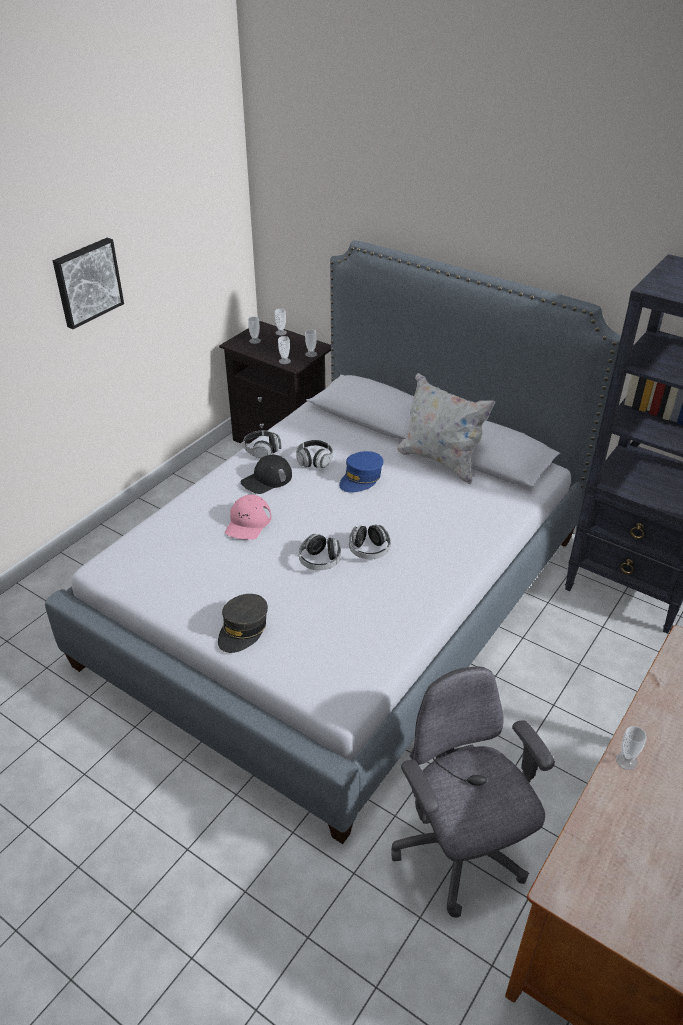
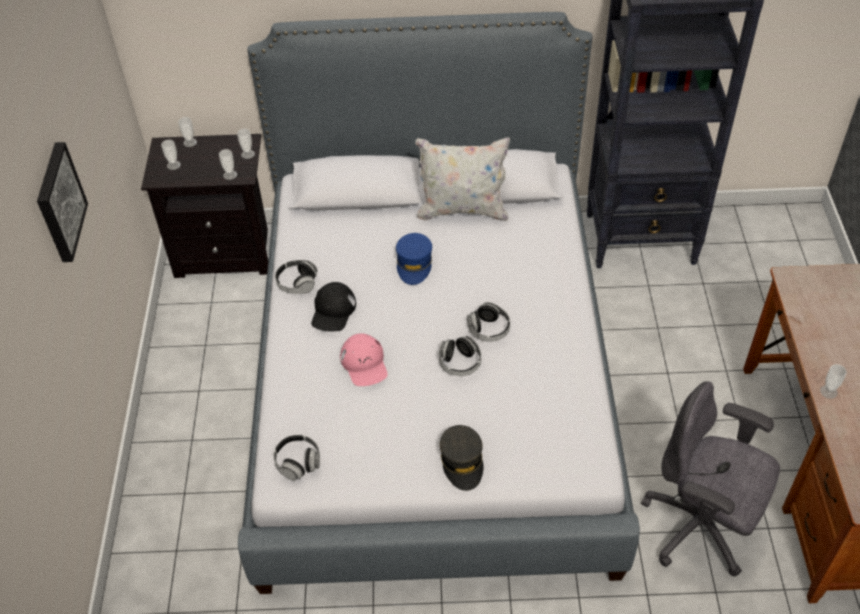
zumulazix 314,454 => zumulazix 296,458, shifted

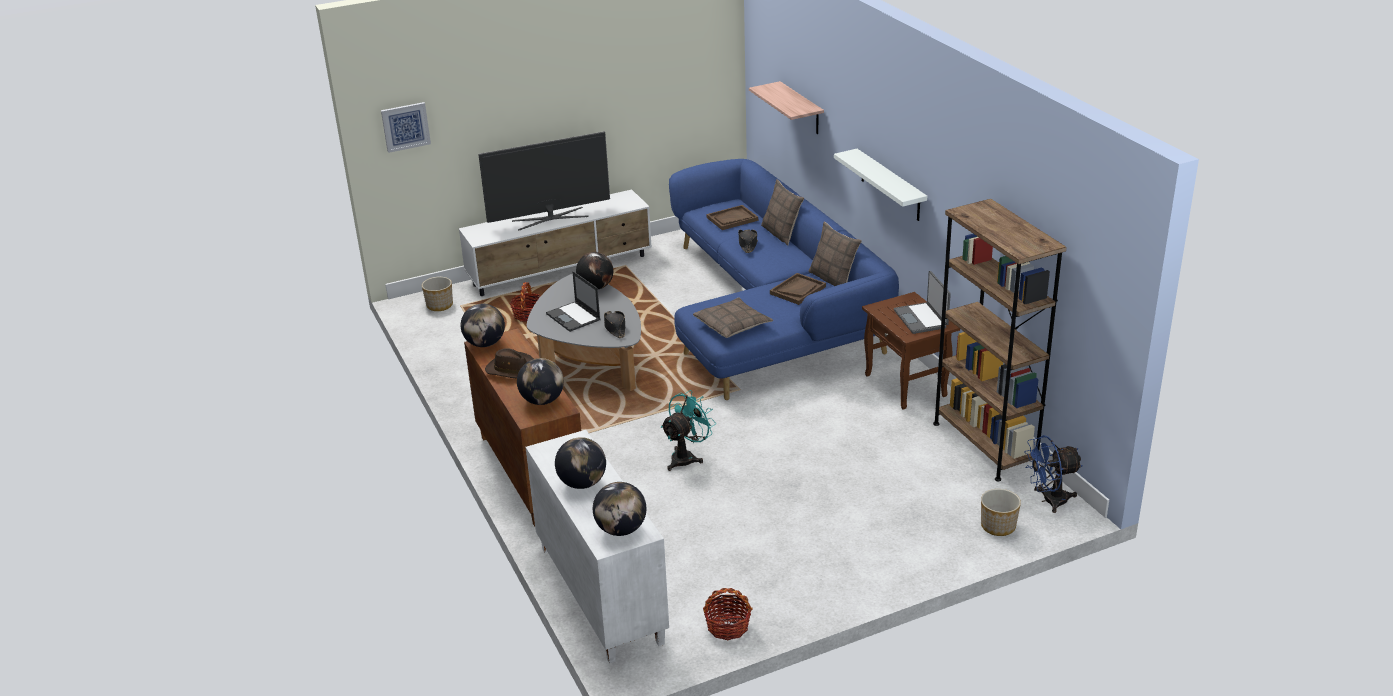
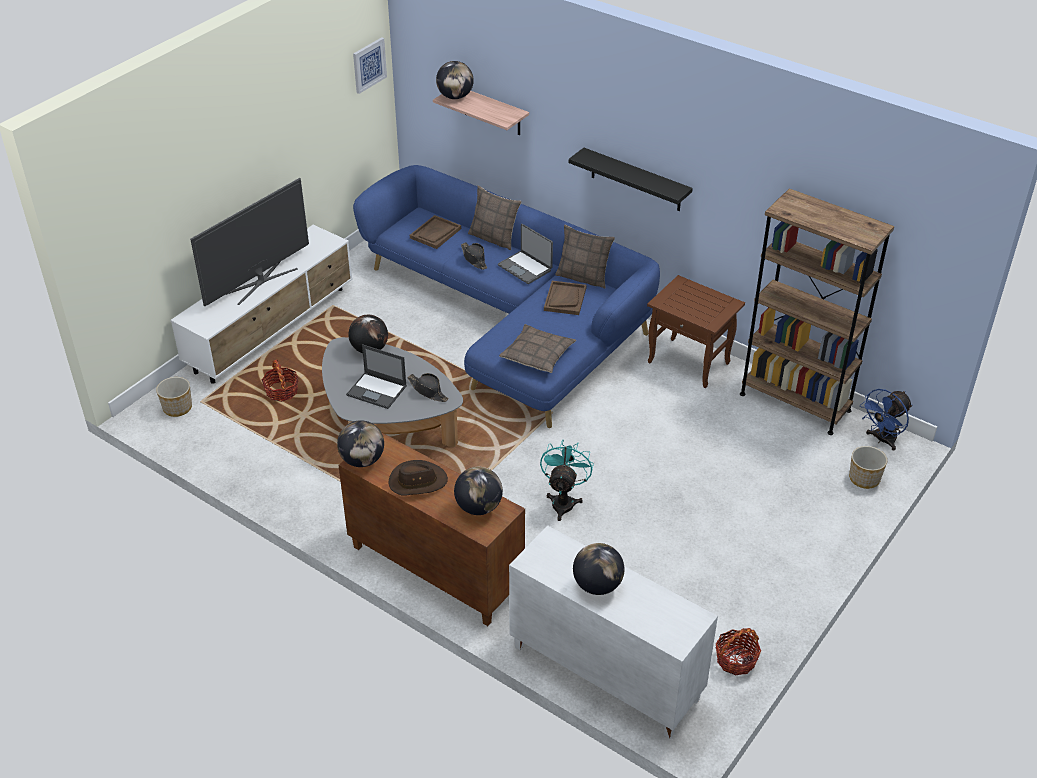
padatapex 406,127 => padatapex 370,65, shifted
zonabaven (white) 880,185 => zonabaven (black) 631,179
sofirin 922,302 => sofirin 525,254, shifted
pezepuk 619,509 => pezepuk 455,80, shifted

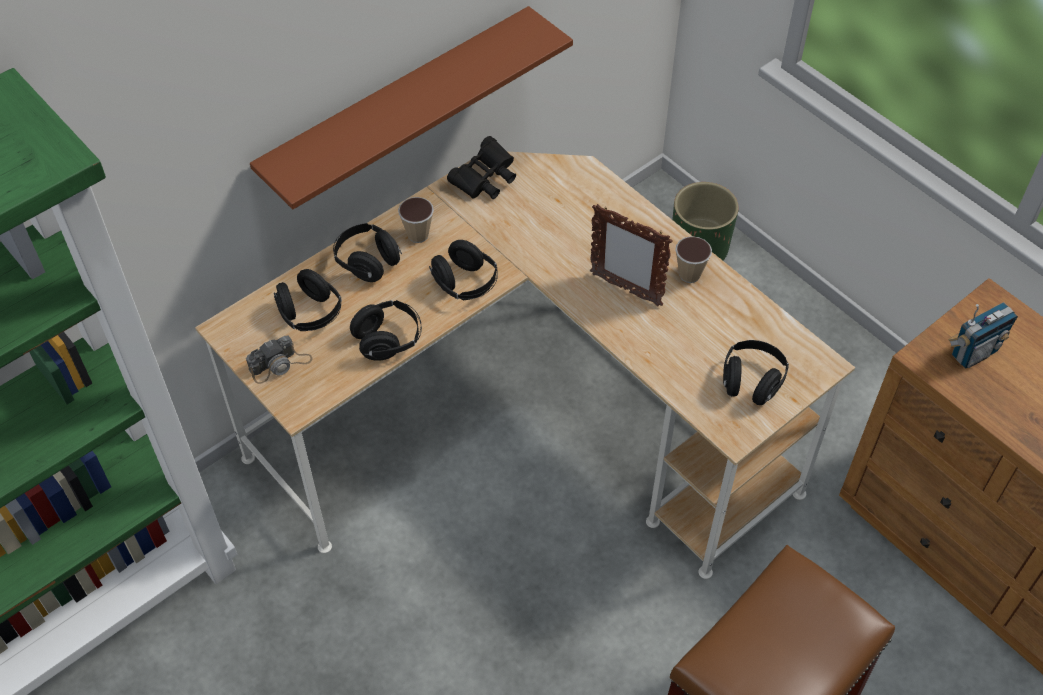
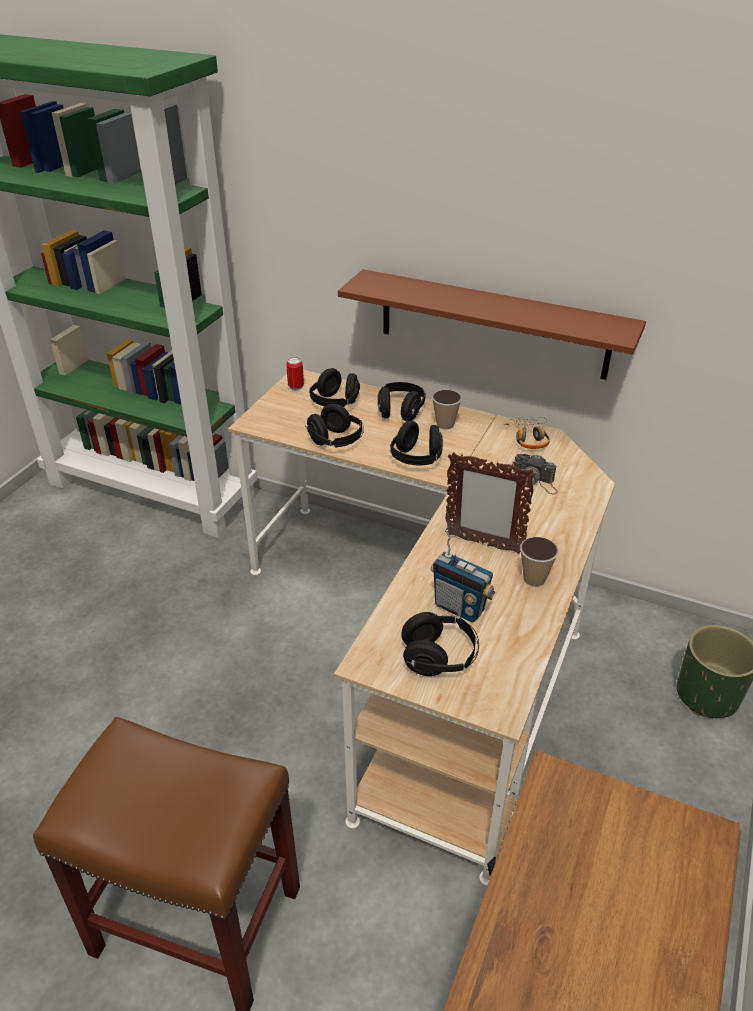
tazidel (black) 481,167 => zumulazix 526,432
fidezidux 631,255 => fidezidux 490,503, 75 degrees counterclockwise
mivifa 983,335 => mivifa 463,576, shifted
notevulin 279,360 => notevulin 534,474, shifted
nothing => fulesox 295,373

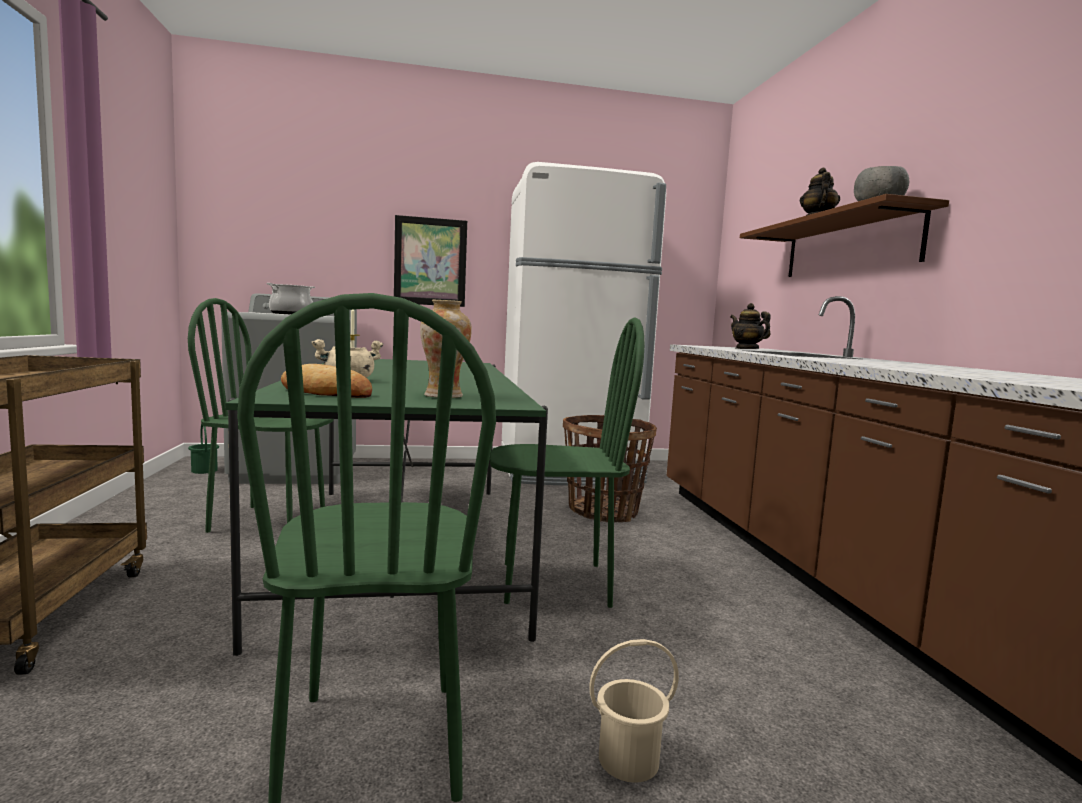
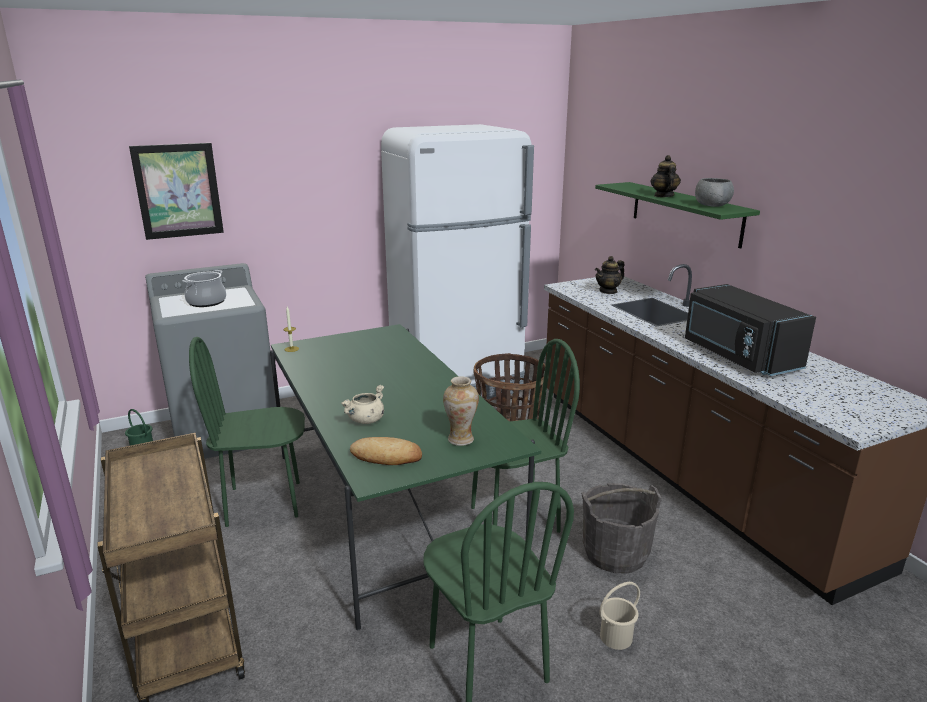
zonabaven (brown) 844,235 => zonabaven (green) 677,215
padatapex 430,261 => padatapex 176,191, shifted
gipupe 750,326 => gipupe 609,275, 75 degrees counterclockwise
nothing => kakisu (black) 750,330
nothing => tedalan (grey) 621,528

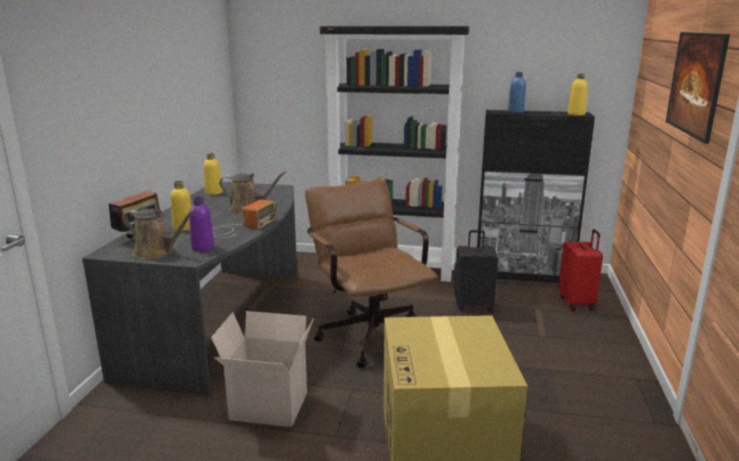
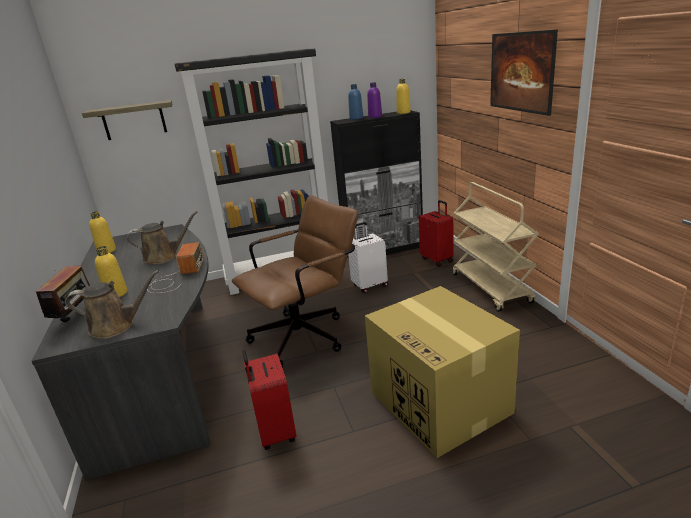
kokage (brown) 371,273 => kokage (brown) 295,281, 105 degrees clockwise
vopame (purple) 202,224 => vopame (purple) 374,100, shifted
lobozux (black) 476,271 => lobozux (white) 368,257
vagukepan 262,369 => lobozux (red) 269,400
nothing => zonabaven 127,120
nothing => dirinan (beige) 495,247

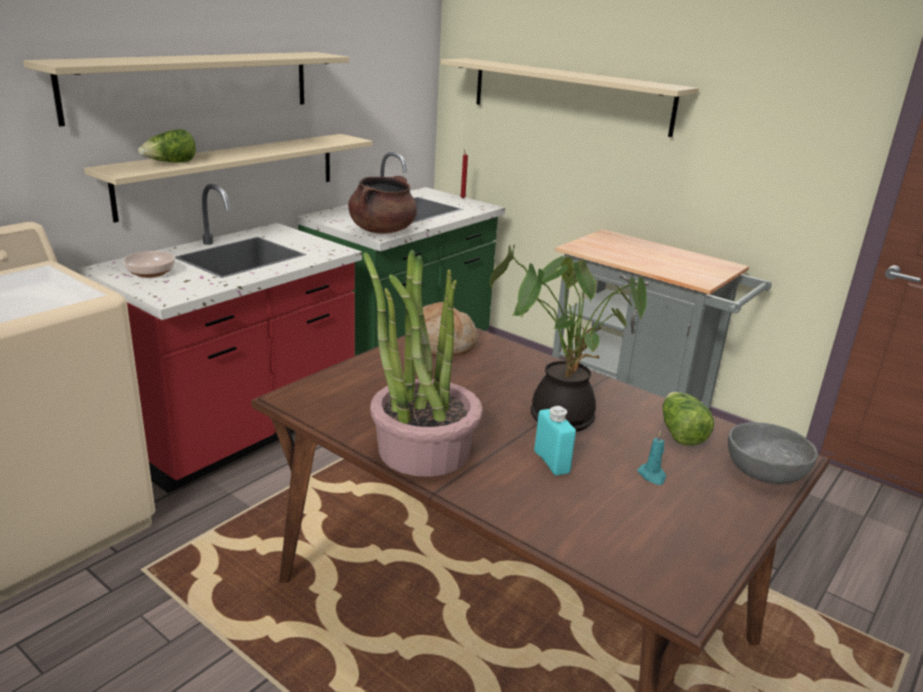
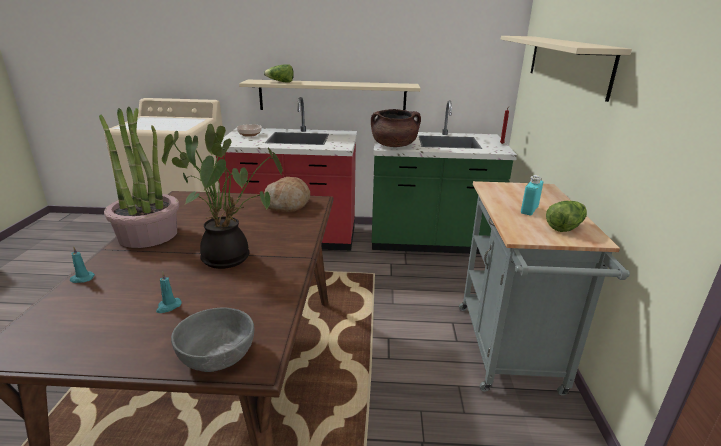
zonabaven (beige) 186,89 => nothing
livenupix 688,419 => livenupix 566,216, shifted
vopame (turquoise) 555,441 => vopame (turquoise) 532,195, shifted
nothing => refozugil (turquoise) 82,264

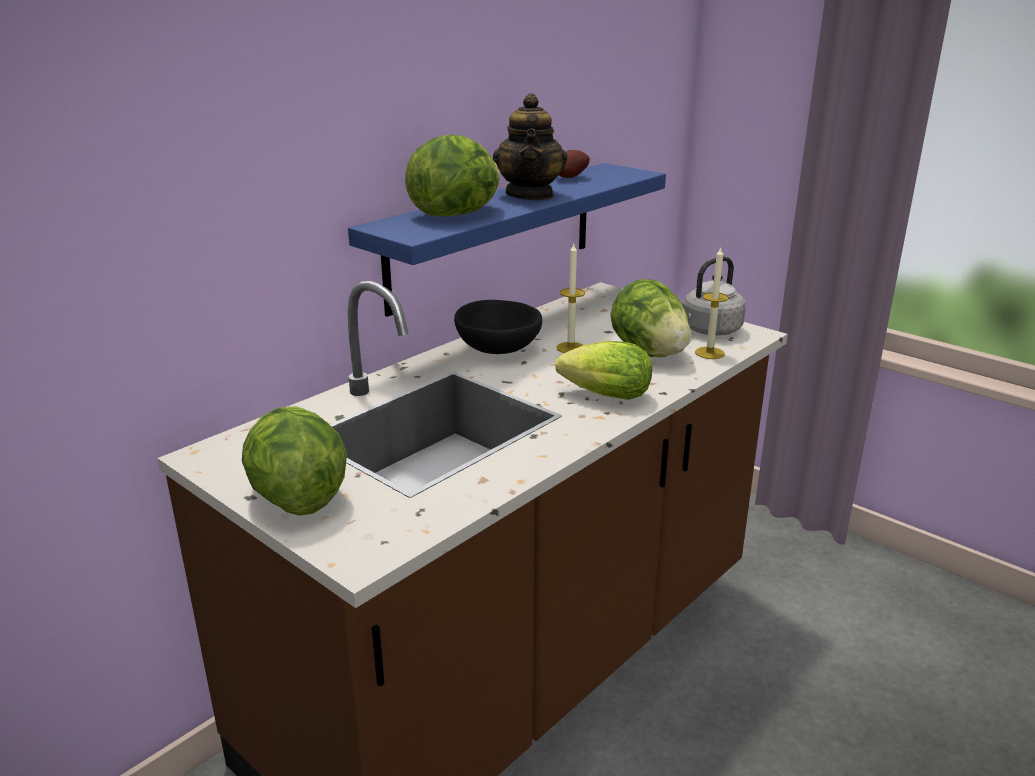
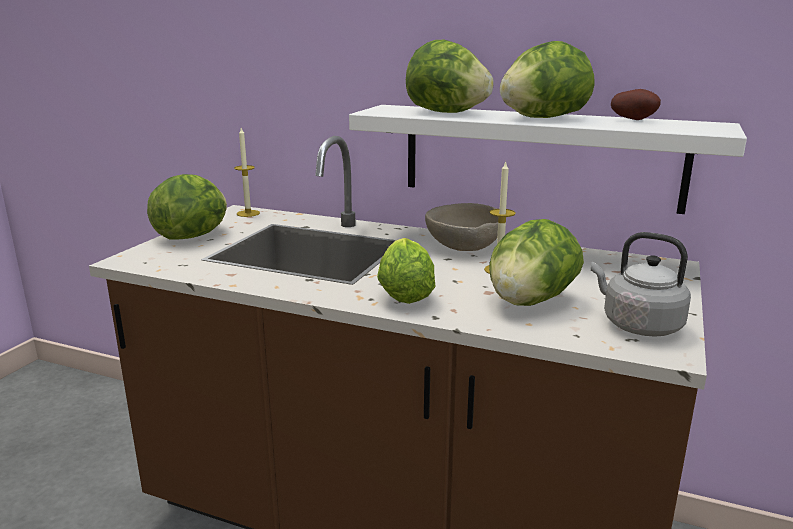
gipupe 530,146 => livenupix 547,79
zonabaven (blue) 507,240 => zonabaven (white) 548,159
refozugil 712,303 => refozugil 247,172, shifted
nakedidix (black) 498,327 => nakedidix (beige) 461,227

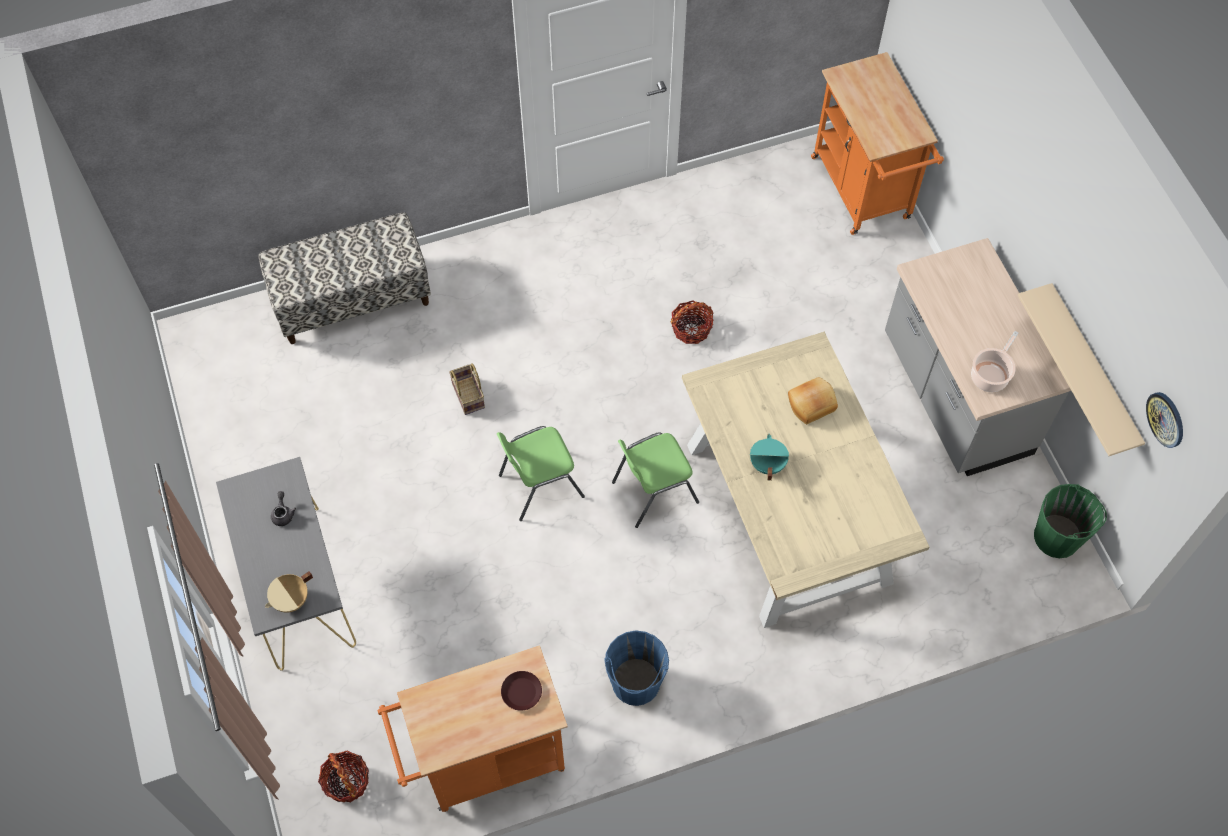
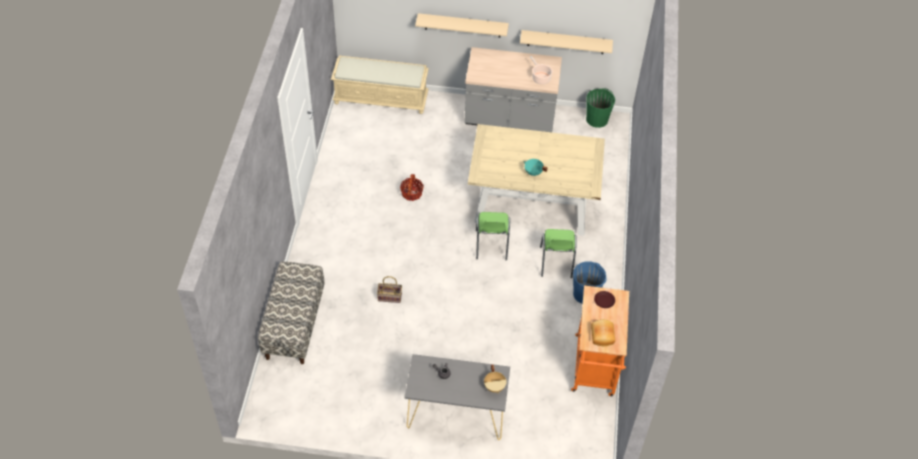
dirinan (orange) 877,143 => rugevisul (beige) 380,85
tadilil 813,400 => tadilil 603,332, shifted
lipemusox 1164,420 => nothing
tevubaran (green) 541,473 => tevubaran (green) 558,253, shifted
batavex 343,776 => nothing
nothing => zonabaven (beige) 462,25

